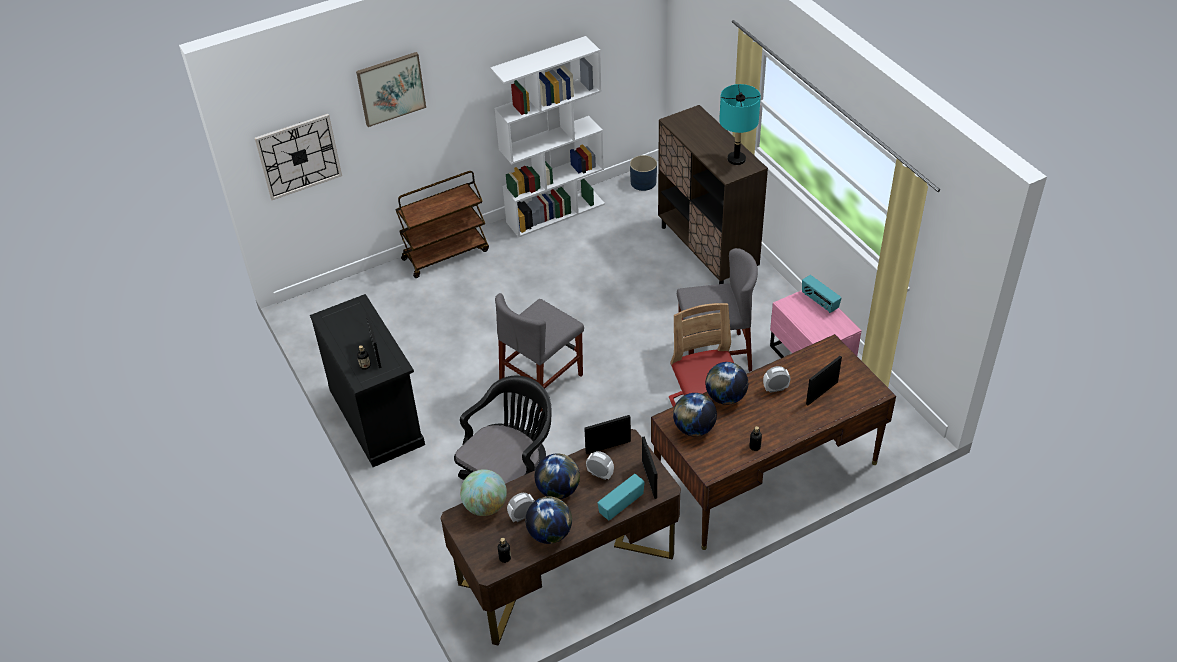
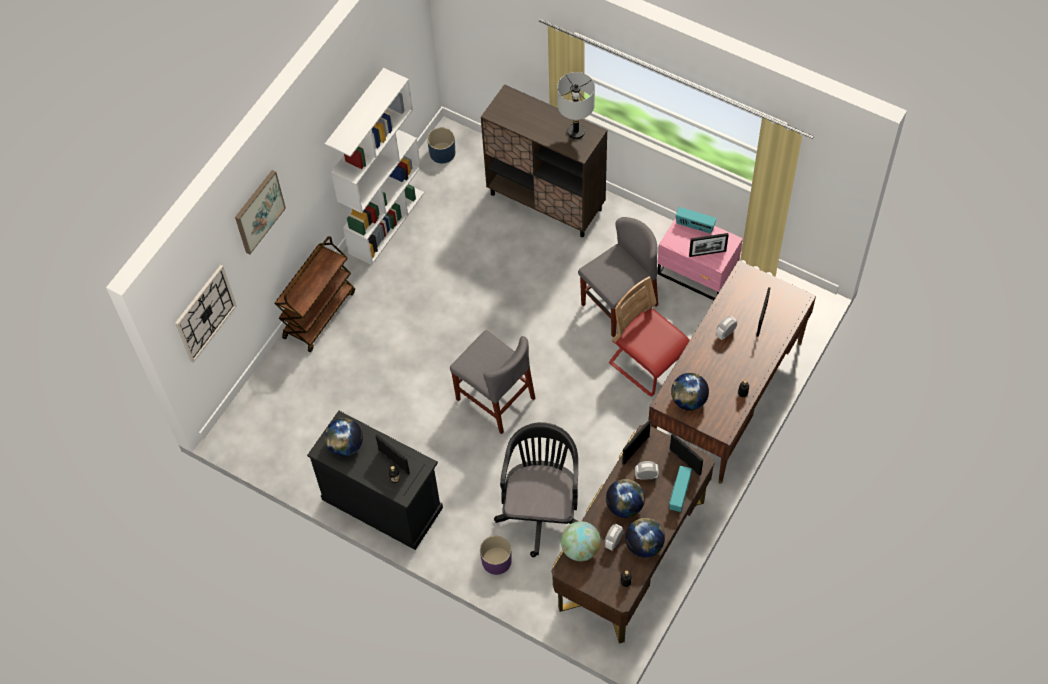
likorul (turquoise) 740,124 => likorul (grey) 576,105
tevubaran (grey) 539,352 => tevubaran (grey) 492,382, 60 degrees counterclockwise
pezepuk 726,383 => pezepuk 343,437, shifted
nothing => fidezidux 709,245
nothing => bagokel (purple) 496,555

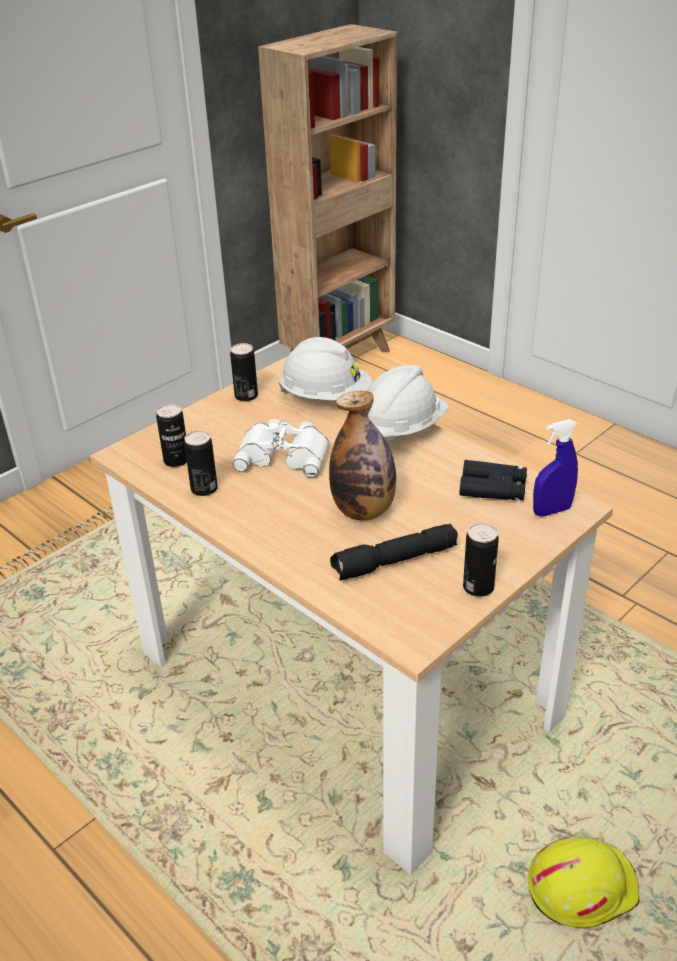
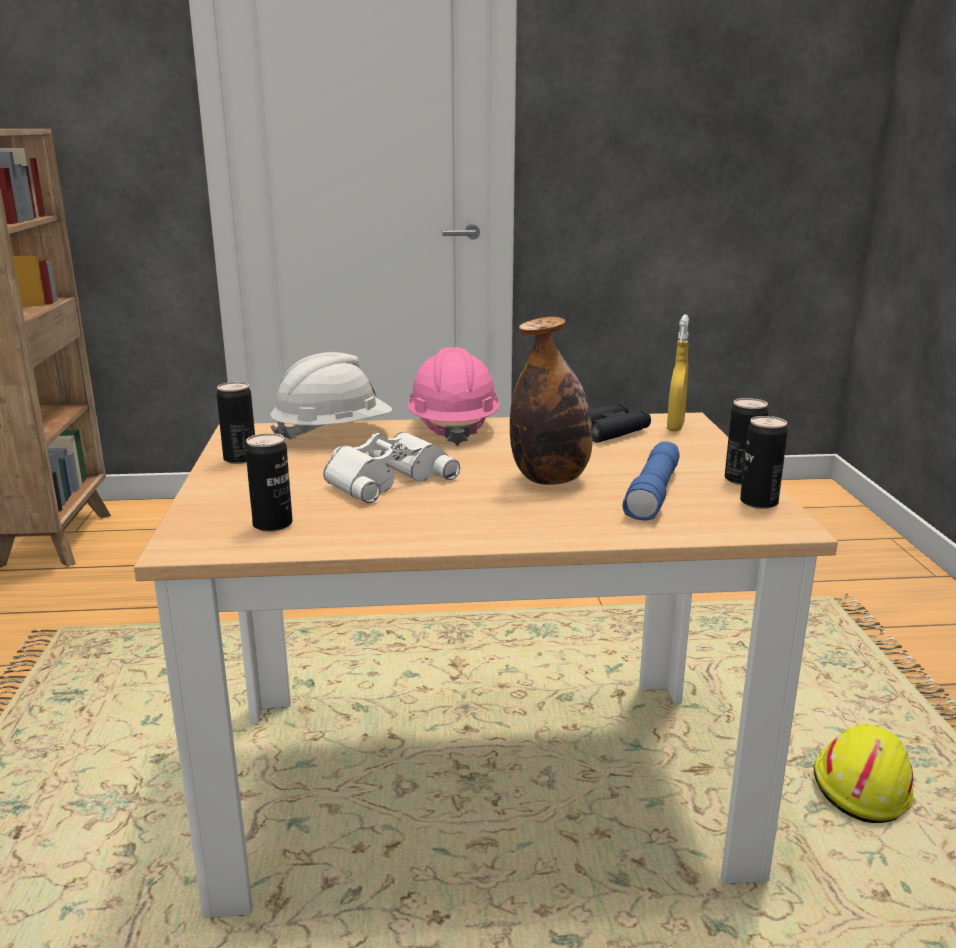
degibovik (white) 408,404 => degibovik (pink) 453,396
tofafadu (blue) 555,468 => tofafadu (yellow) 678,373
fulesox 201,463 => fulesox 764,462, shifted
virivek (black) 394,552 => virivek (blue) 651,481

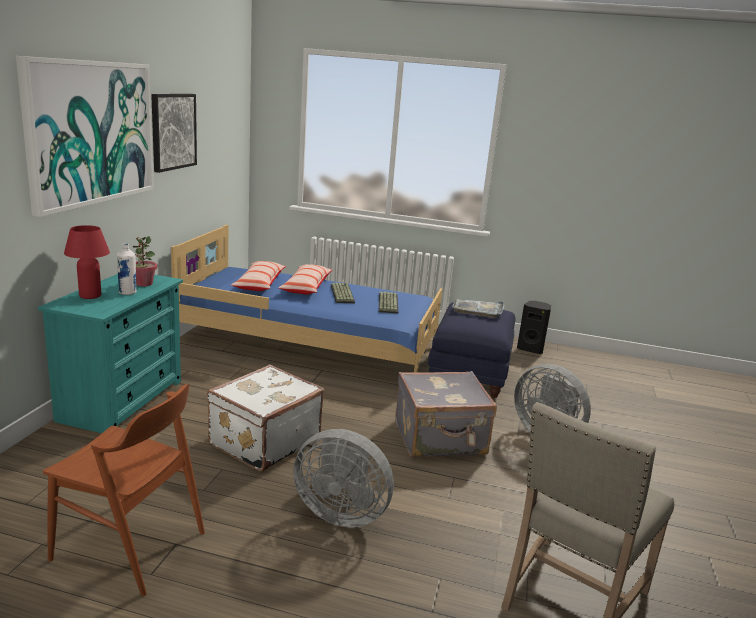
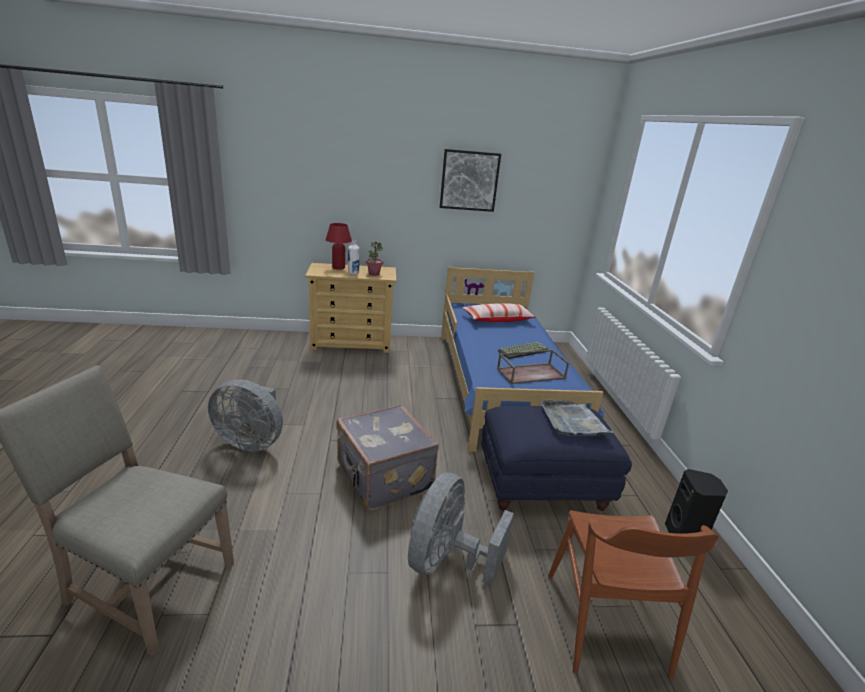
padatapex 85,136 => nothing
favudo 305,279 => nothing
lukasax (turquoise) 110,353 => lukasax (beige) 350,308
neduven 388,302 => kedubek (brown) 533,366
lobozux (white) 265,418 => nothing
tevubaran (brown) 124,490 => tevubaran (brown) 633,595, shifted
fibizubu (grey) 343,478 => fibizubu (grey) 245,415, 75 degrees counterclockwise

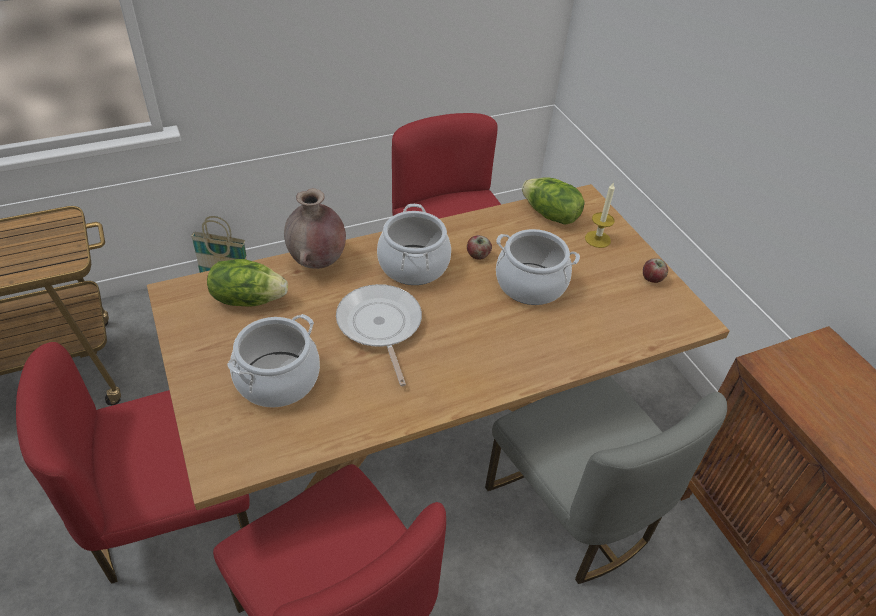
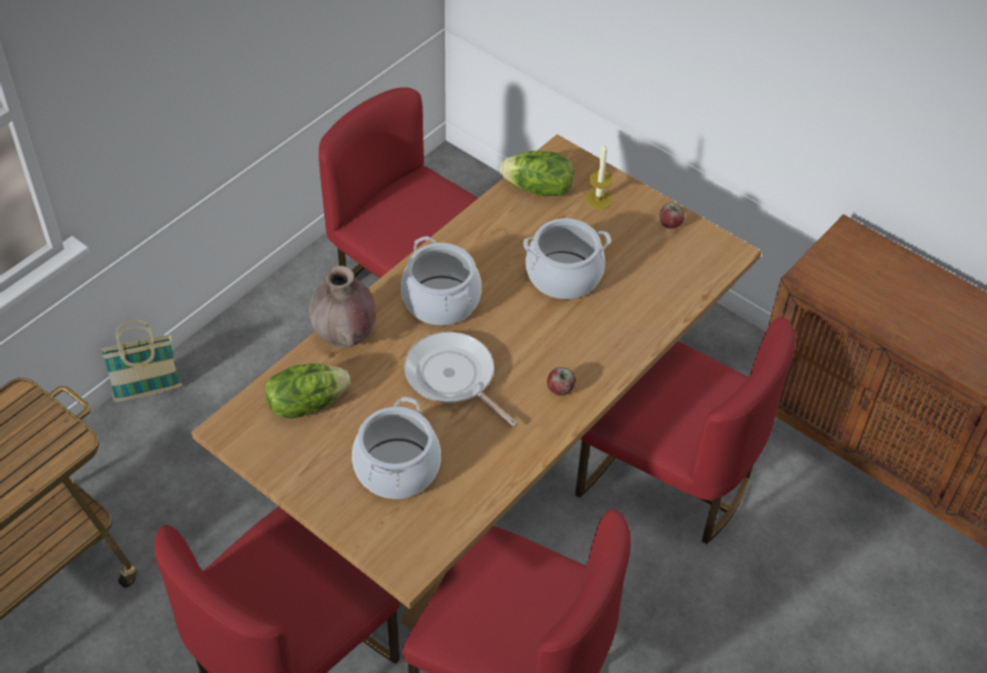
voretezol 479,247 => voretezol 561,381, shifted
tevubaran (grey) 606,480 => tevubaran (red) 685,430

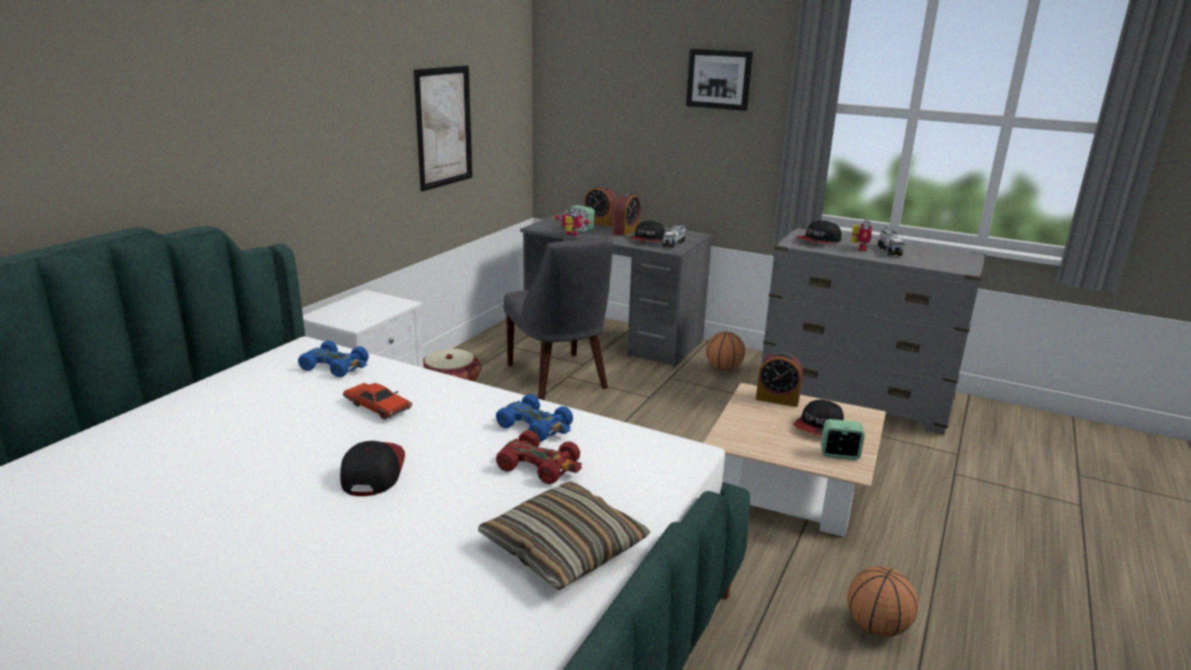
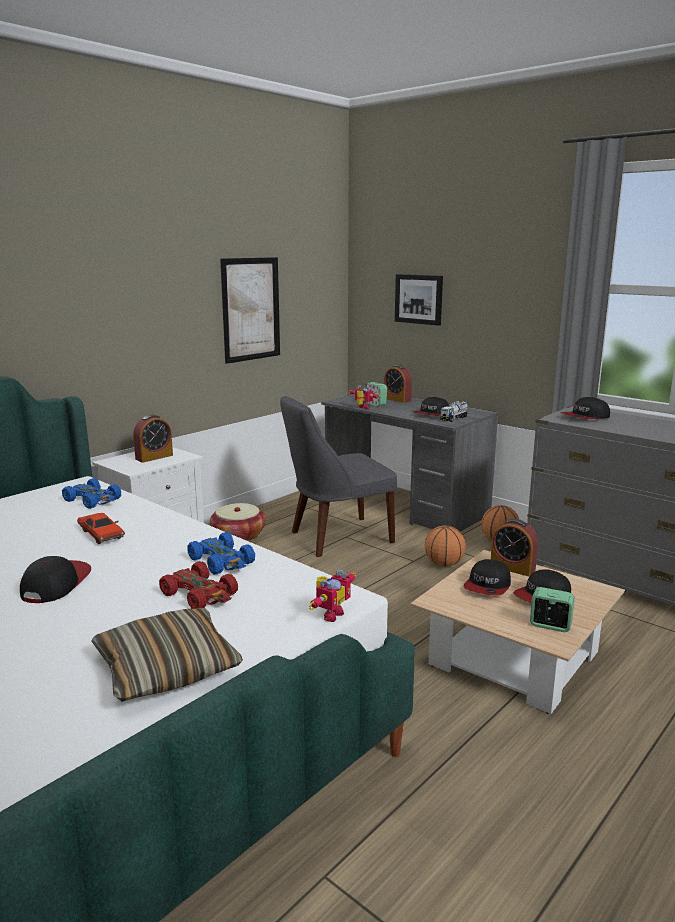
padatapex 719,80 => padatapex 419,300, shifted
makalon 626,214 => makalon 153,438, shifted
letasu 861,235 => letasu 332,595, shifted
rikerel 891,241 => nothing
tevubaran (grey) 558,318 => tevubaran (grey) 338,476, 75 degrees clockwise
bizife 882,601 => bizife 445,546, shifted
nothing => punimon 487,577

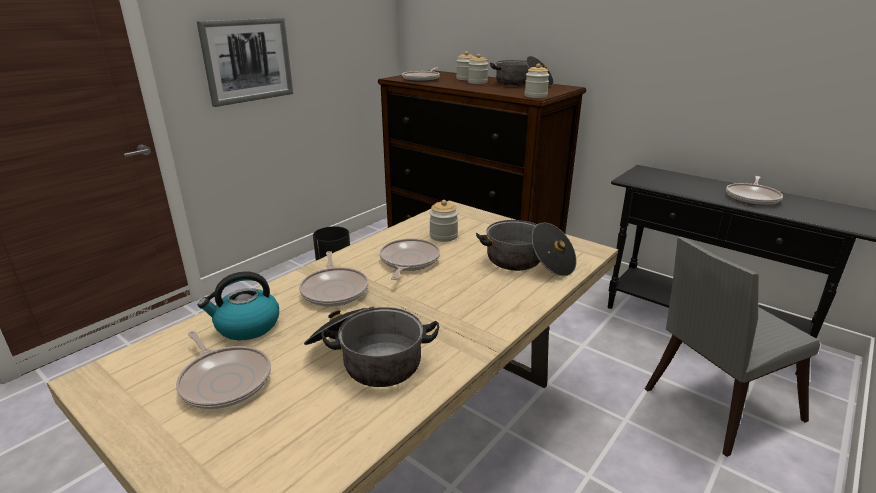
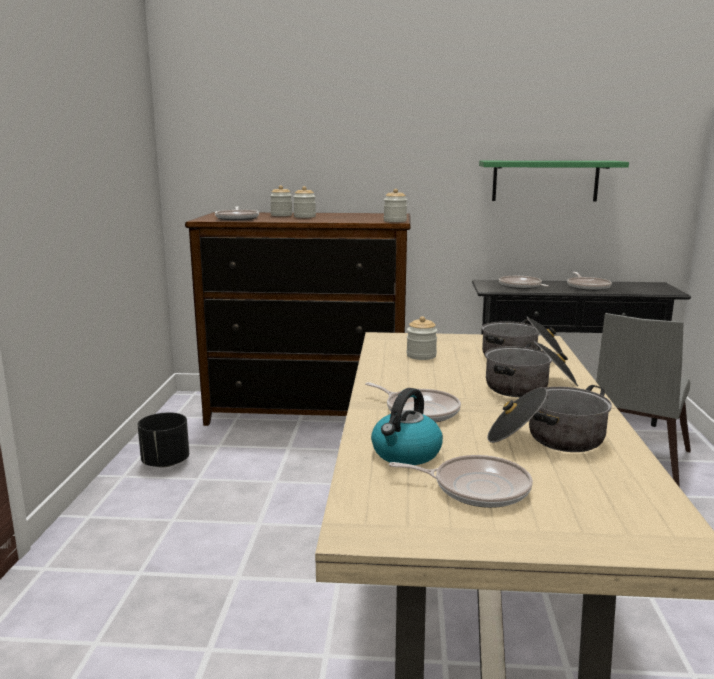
padatapex 245,62 => nothing
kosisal 522,71 => kosisal 531,368, shifted
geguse 410,259 => geguse 524,282, shifted
nothing => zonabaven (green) 554,181

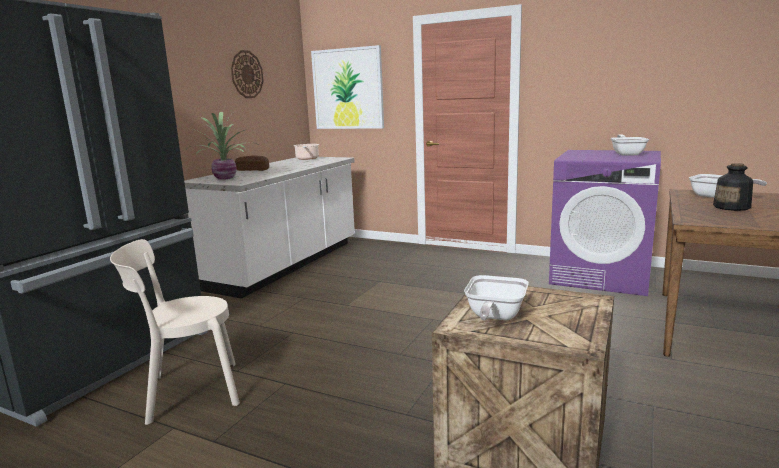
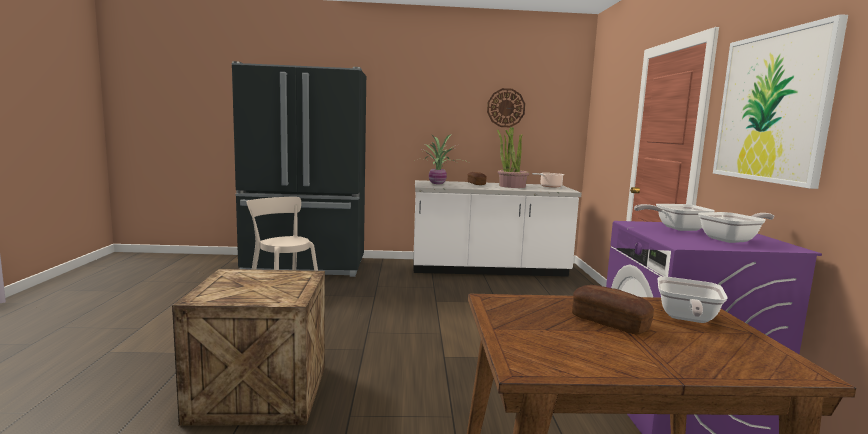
padatapex 347,87 => padatapex 780,101, shifted
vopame 733,187 => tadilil 613,310
geguse 496,297 => geguse 674,217, shifted
nothing => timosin 513,157

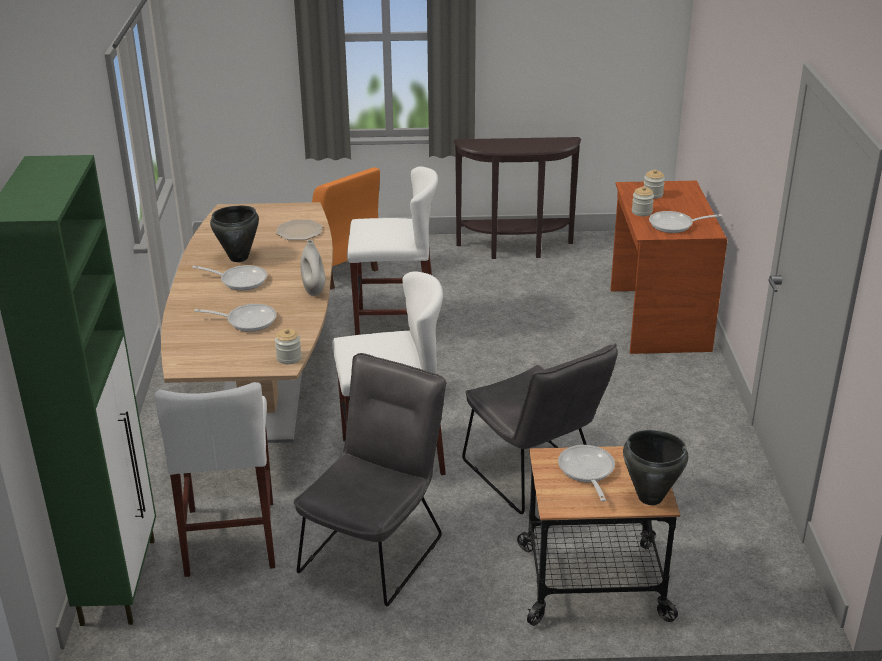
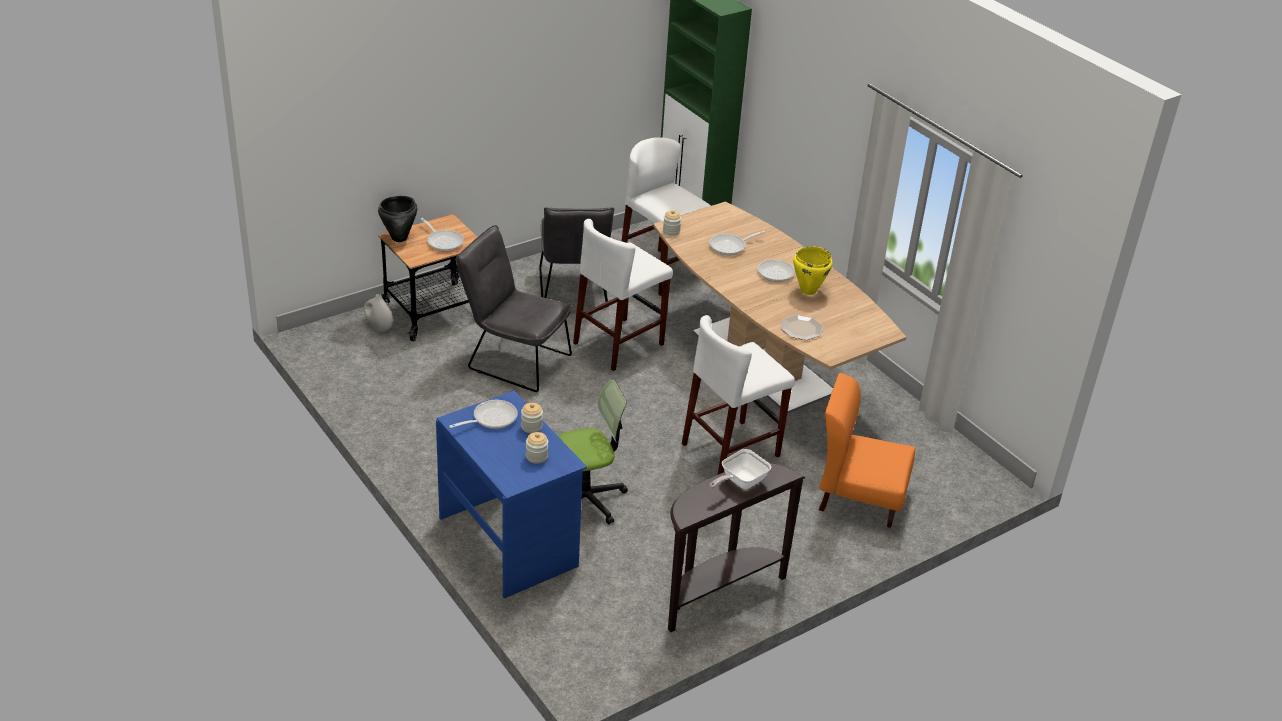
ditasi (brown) 669,267 => ditasi (blue) 511,495
kosisal (black) 234,234 => kosisal (yellow) 812,270
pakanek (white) 312,268 => pakanek (white) 378,313, shifted
nothing => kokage 593,451
nothing => geguse 740,469

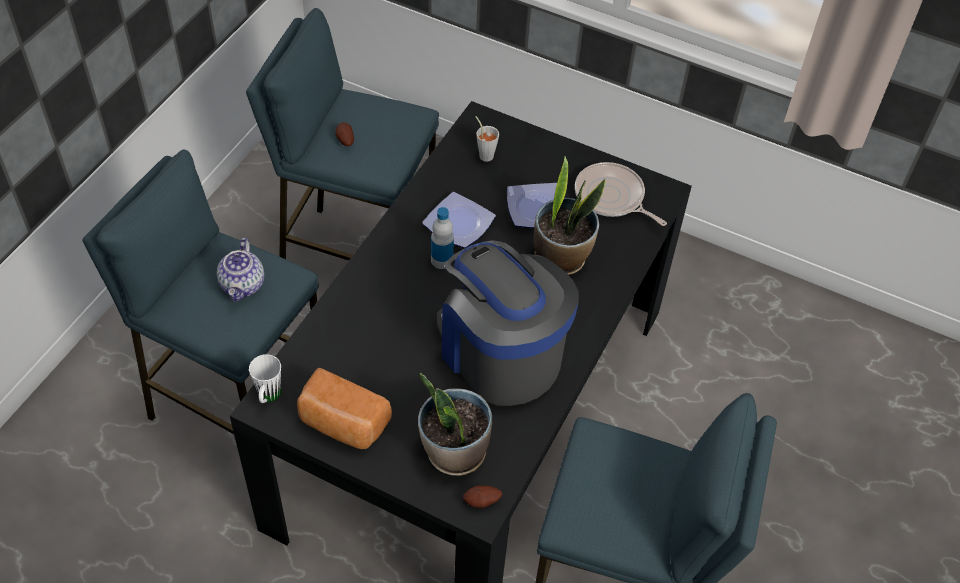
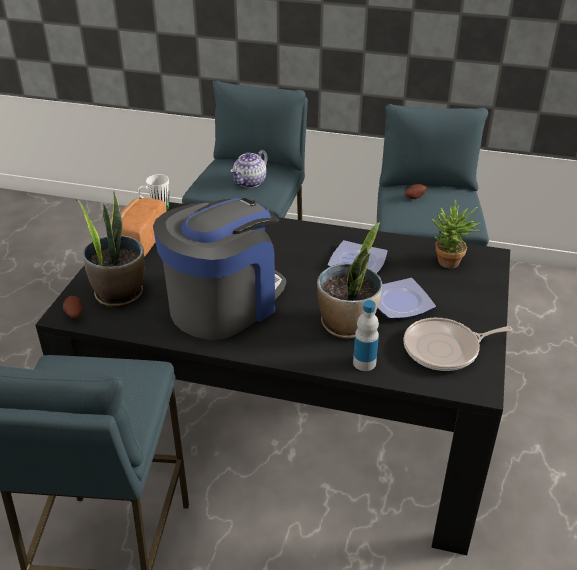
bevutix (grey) 487,139 => timosin 456,234
geguse 621,194 => geguse 457,344, 135 degrees counterclockwise
vopame 442,238 => vopame 366,335, shifted
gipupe 240,269 => gipupe 249,169, 45 degrees counterclockwise

